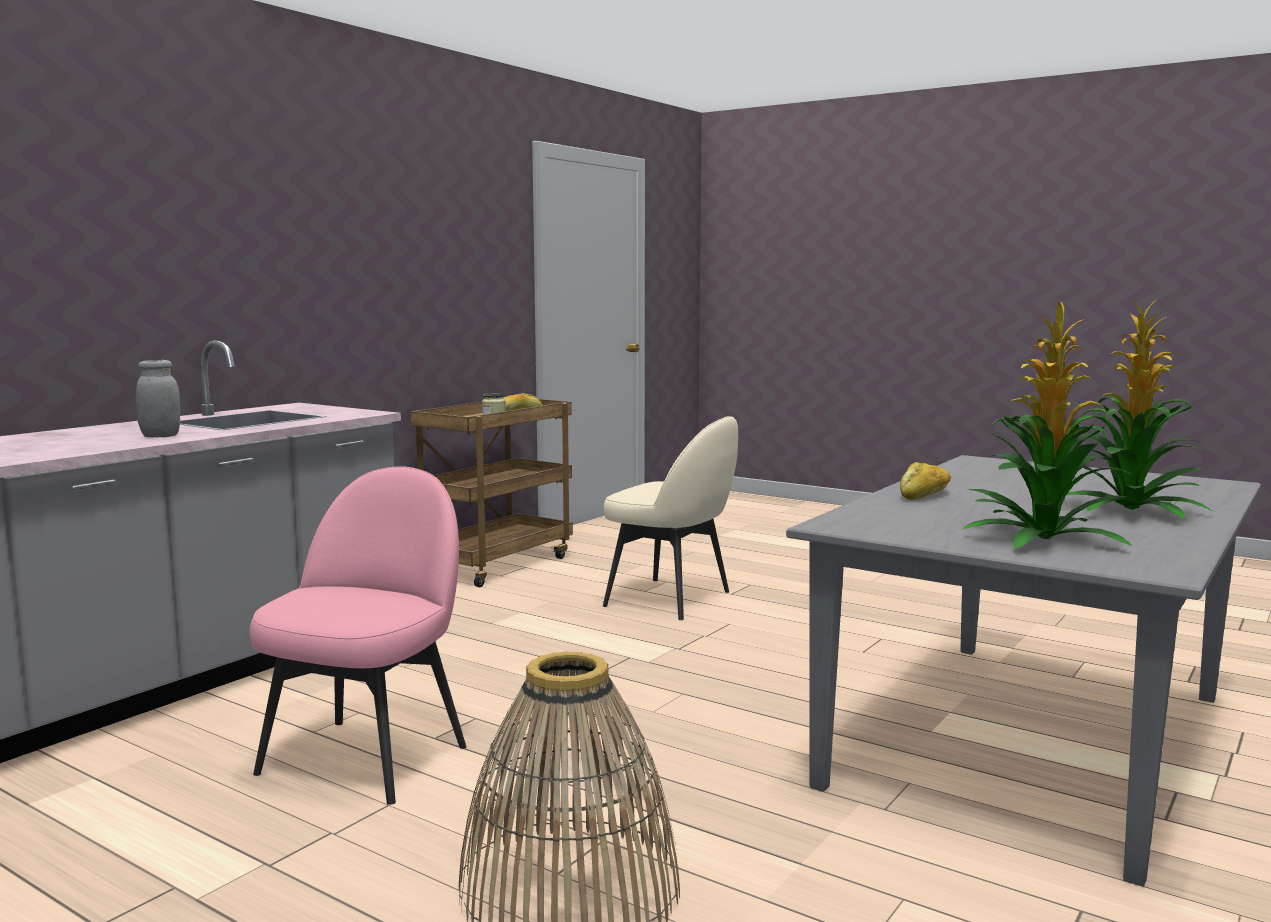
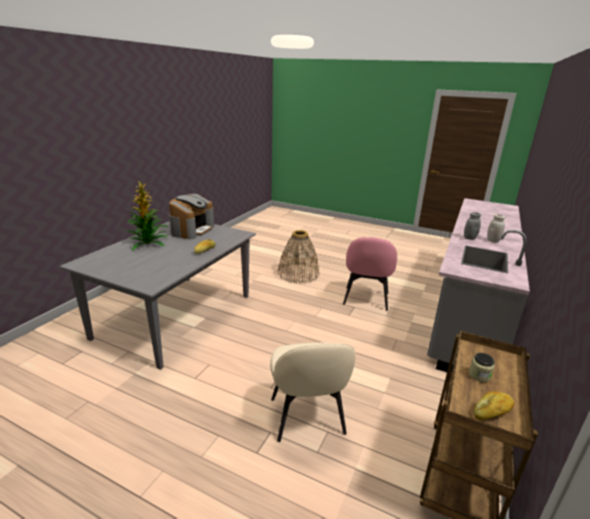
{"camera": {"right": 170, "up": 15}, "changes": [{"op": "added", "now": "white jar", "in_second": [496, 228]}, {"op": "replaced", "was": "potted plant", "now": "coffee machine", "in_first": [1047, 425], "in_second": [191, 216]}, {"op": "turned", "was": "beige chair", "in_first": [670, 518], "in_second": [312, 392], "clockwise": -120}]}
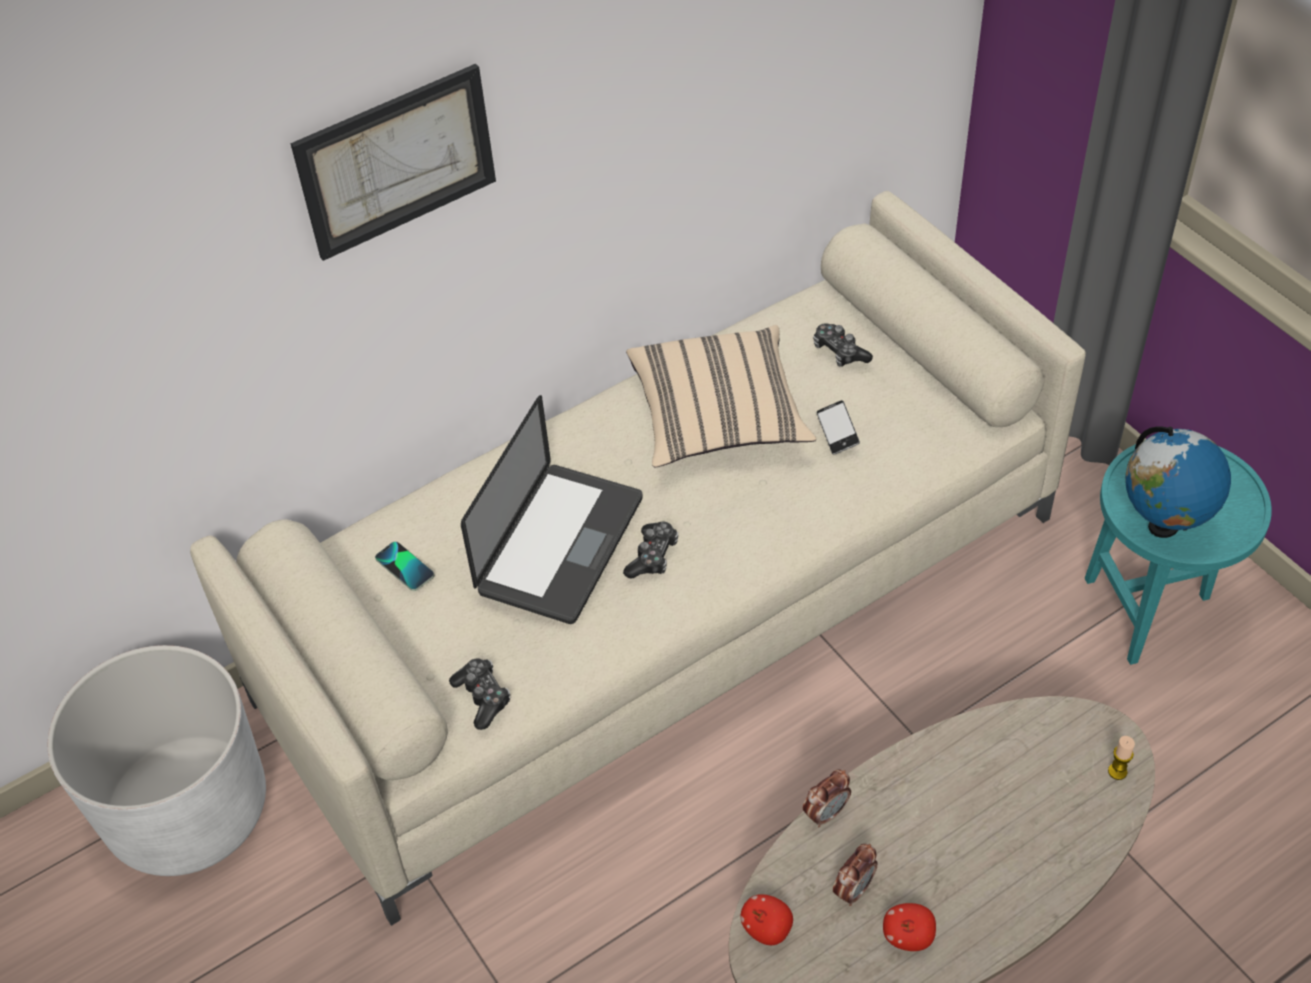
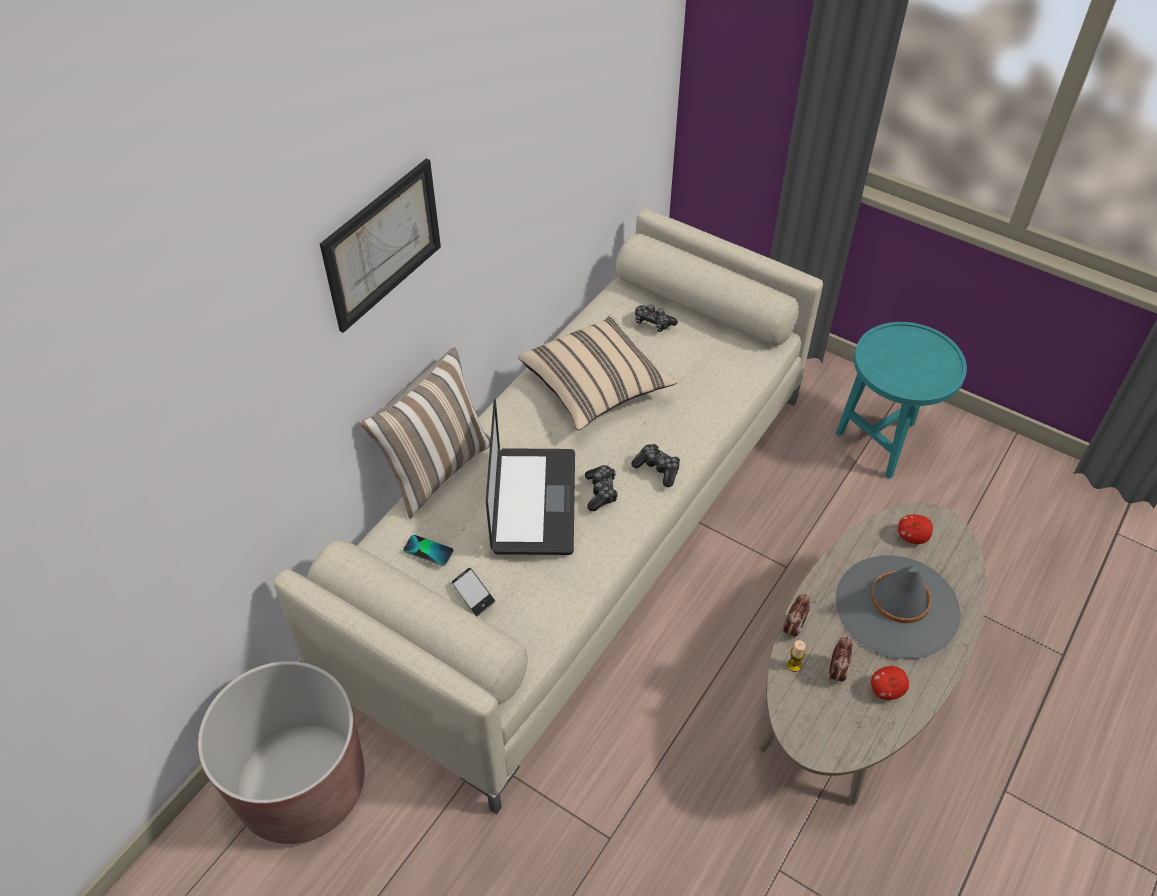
{"camera": {"right": -25, "up": 0}, "changes": [{"op": "removed", "was": "globe", "in_first": [1178, 482]}, {"op": "added", "now": "pillow", "in_second": [426, 433]}, {"op": "added", "now": "grey hat", "in_second": [898, 607]}, {"op": "moved", "was": "game controller", "in_first": [479, 694], "in_second": [655, 465]}, {"op": "moved", "was": "apple", "in_first": [766, 919], "in_second": [915, 529]}, {"op": "moved", "was": "phone", "in_first": [838, 427], "in_second": [473, 592]}, {"op": "moved", "was": "candle", "in_first": [1121, 758], "in_second": [796, 656]}, {"op": "recoloured", "was": "white planter", "now": "brown planter", "in_first": [156, 760], "in_second": [281, 752]}]}
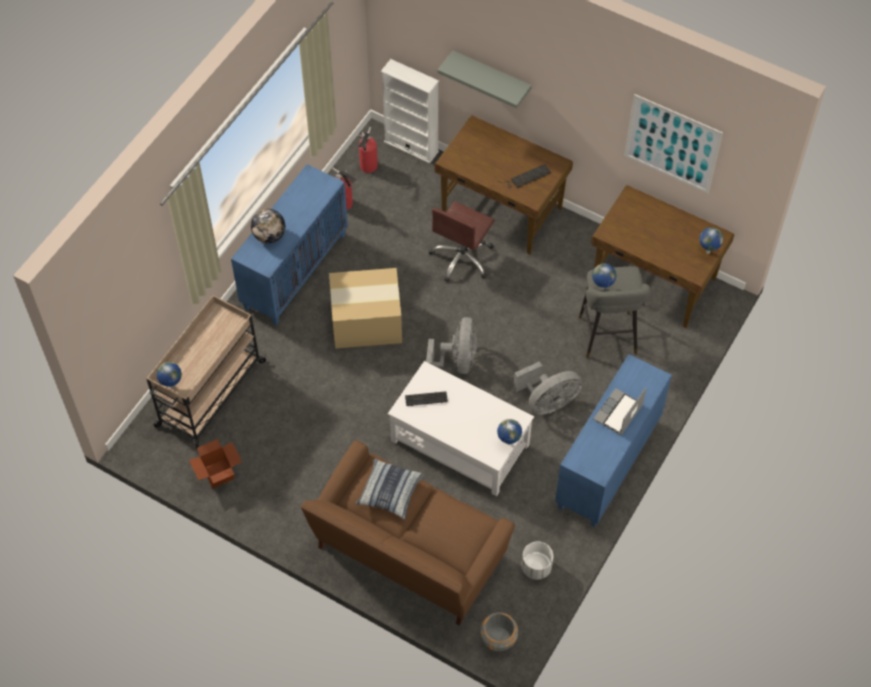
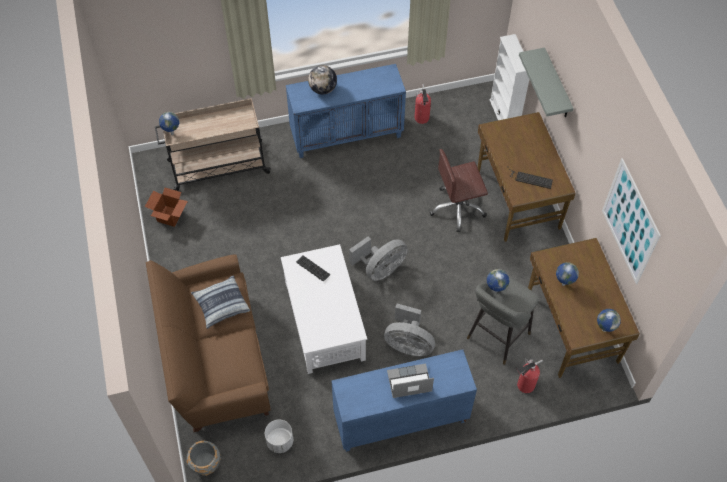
{"camera": {"right": 45, "up": 0}, "changes": [{"op": "removed", "was": "cardboard box", "in_first": [365, 308]}, {"op": "moved", "was": "fire extinguisher", "in_first": [367, 150], "in_second": [529, 376]}, {"op": "moved", "was": "globe", "in_first": [509, 432], "in_second": [567, 274]}]}
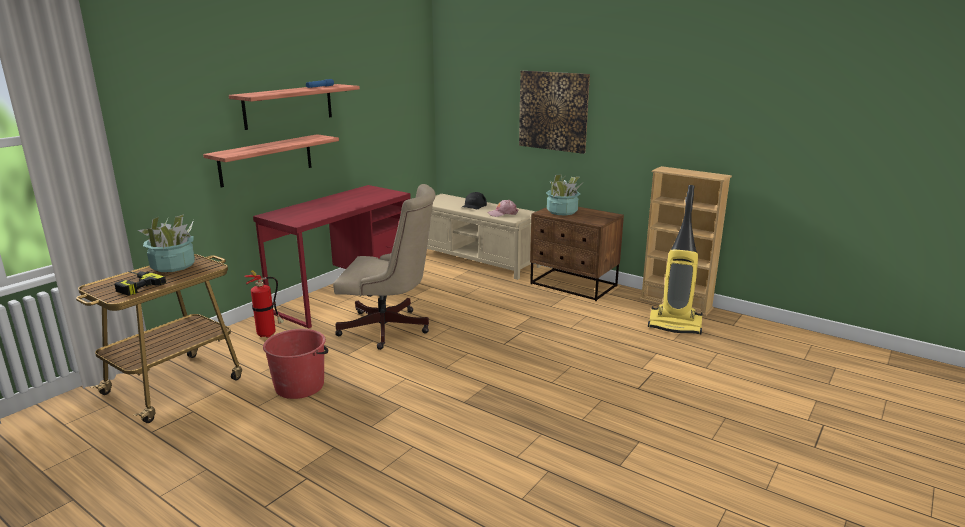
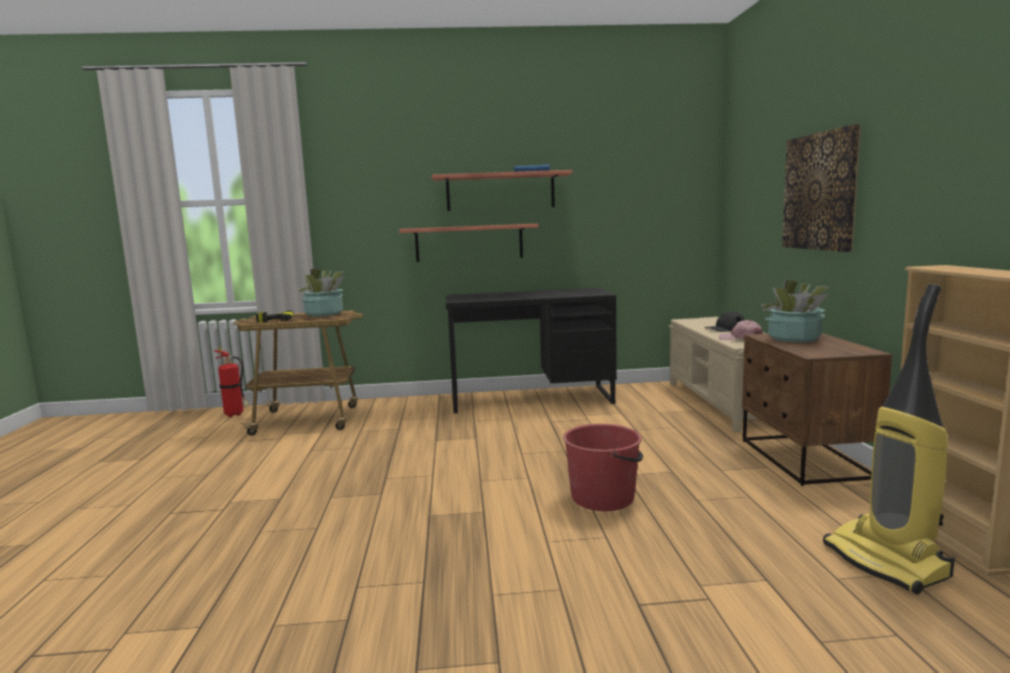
{"camera": {"right": 50, "up": -10}, "changes": [{"op": "removed", "was": "beige office chair", "in_first": [384, 267]}, {"op": "moved", "was": "fire extinguisher", "in_first": [264, 304], "in_second": [232, 381]}, {"op": "moved", "was": "red bucket", "in_first": [295, 364], "in_second": [603, 467]}, {"op": "recoloured", "was": "red desk", "now": "black desk", "in_first": [332, 256], "in_second": [531, 350]}]}
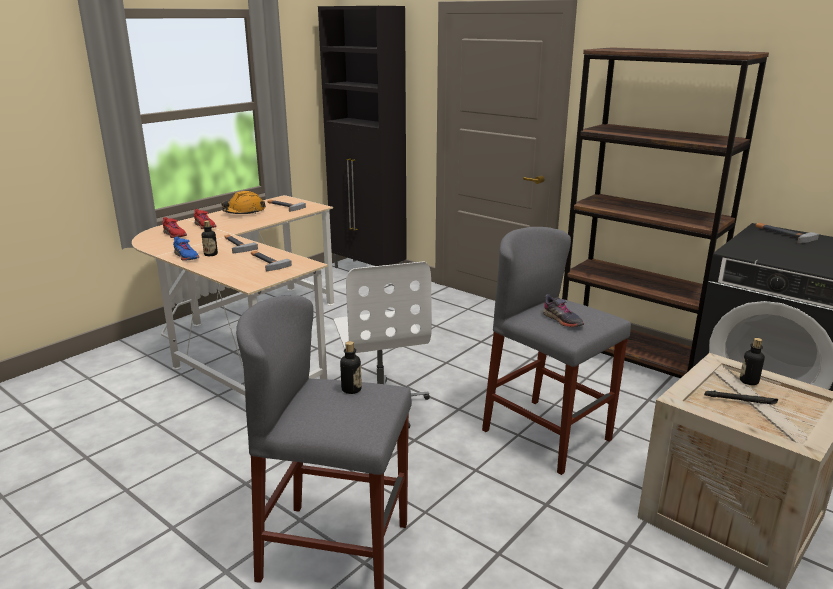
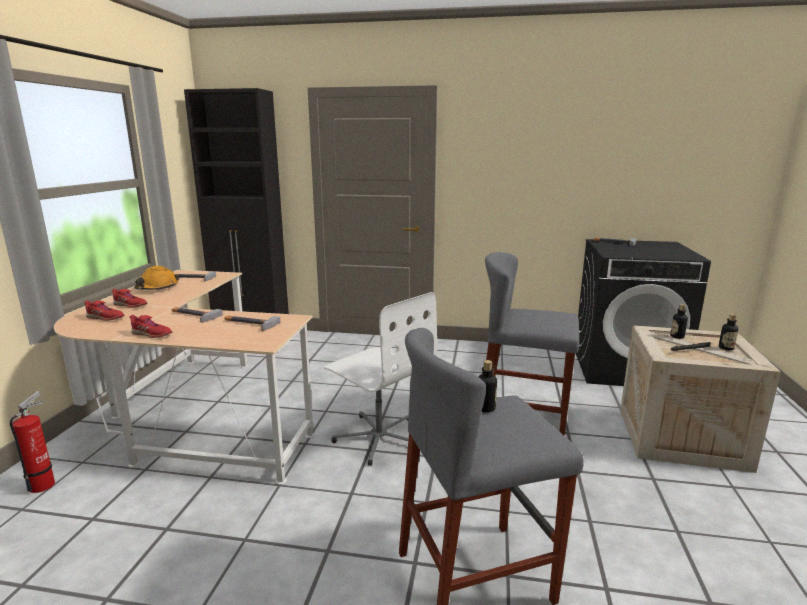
{"camera": {"right": -30, "up": -5}, "changes": [{"op": "removed", "was": "grey shoe", "in_first": [563, 310]}, {"op": "removed", "was": "brown bookcase", "in_first": [665, 212]}, {"op": "added", "now": "fire extinguisher", "in_second": [32, 442]}, {"op": "moved", "was": "bottle", "in_first": [210, 238], "in_second": [728, 332]}, {"op": "recoloured", "was": "blue shoe", "now": "red shoe", "in_first": [186, 249], "in_second": [151, 326]}]}
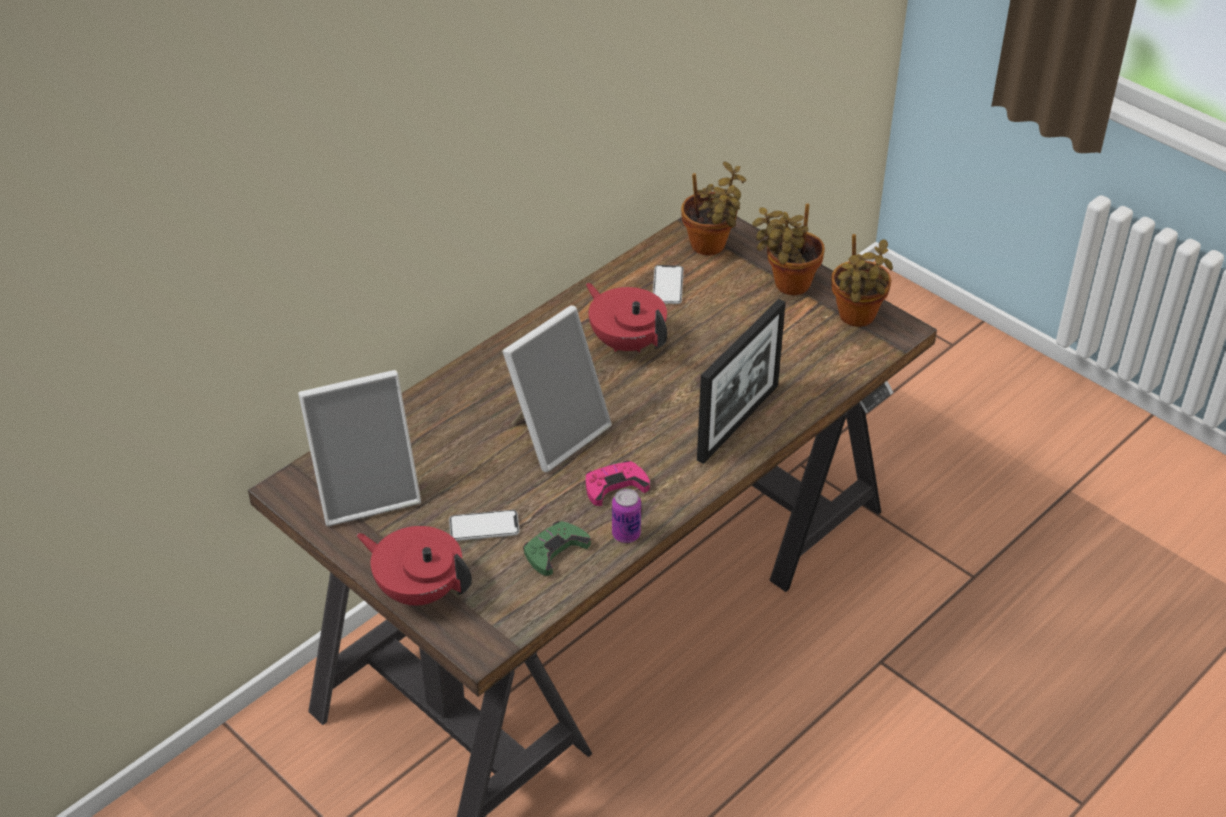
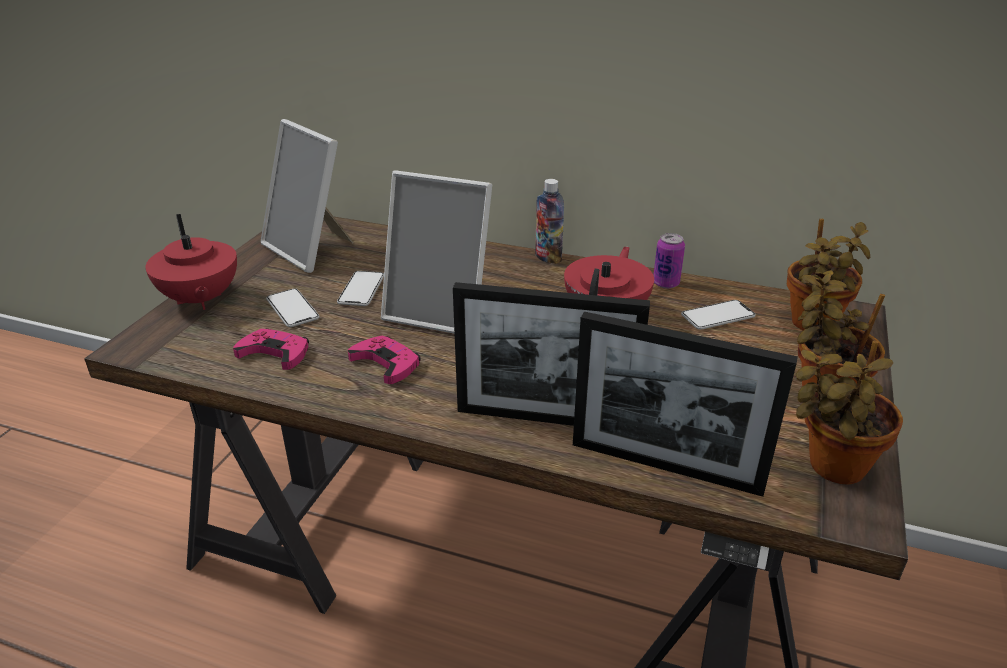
{"camera": {"right": 65, "up": -10}, "changes": [{"op": "added", "now": "phone", "in_second": [360, 288]}, {"op": "added", "now": "bottle", "in_second": [549, 221]}, {"op": "added", "now": "picture frame", "in_second": [685, 404]}, {"op": "moved", "was": "can", "in_first": [626, 516], "in_second": [669, 261]}, {"op": "recoloured", "was": "green game controller", "now": "pink game controller", "in_first": [557, 548], "in_second": [271, 349]}, {"op": "turned", "was": "red teapot", "in_first": [414, 566], "in_second": [191, 262], "clockwise": 150}]}
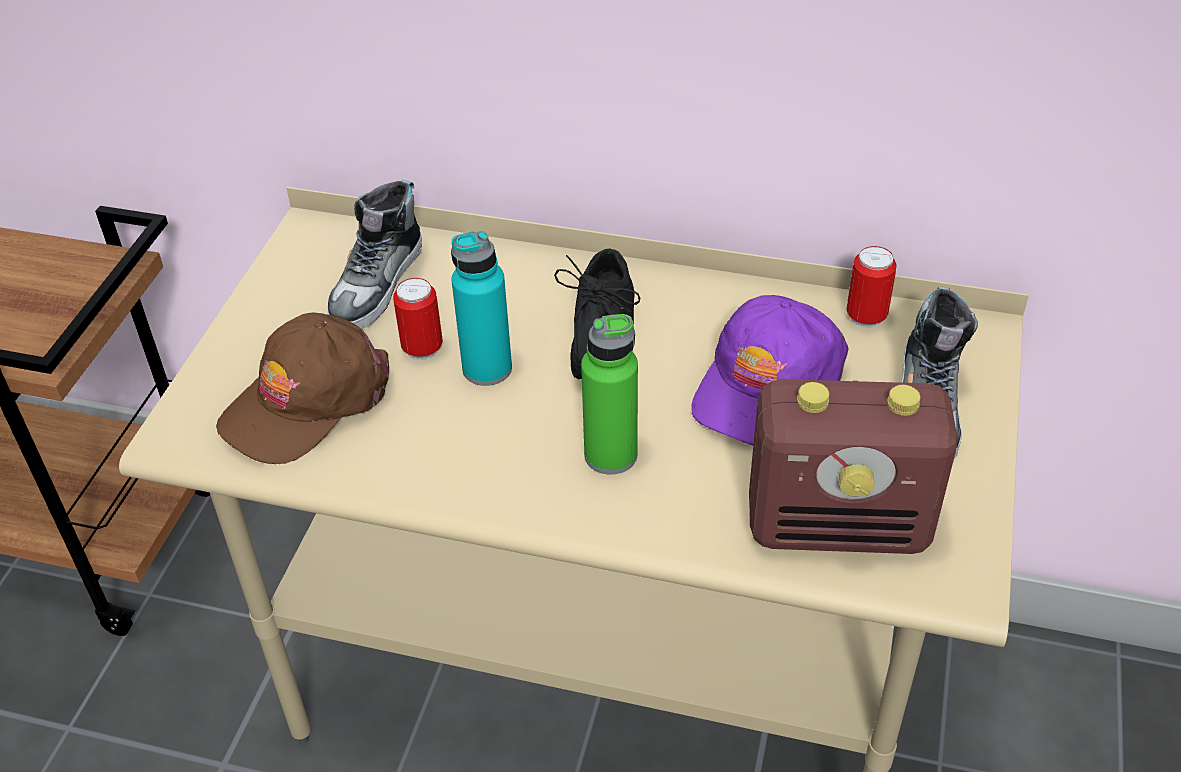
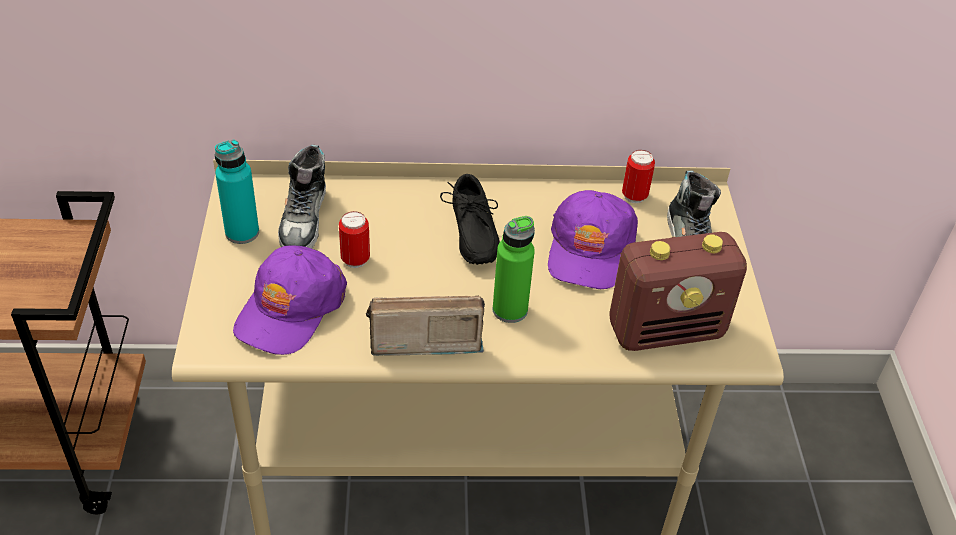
{"camera": {"right": -20, "up": 0}, "changes": [{"op": "added", "now": "radio", "in_second": [425, 326]}, {"op": "moved", "was": "turquoise bottle", "in_first": [481, 308], "in_second": [237, 192]}, {"op": "recoloured", "was": "brown cap", "now": "purple cap", "in_first": [302, 388], "in_second": [290, 300]}]}
